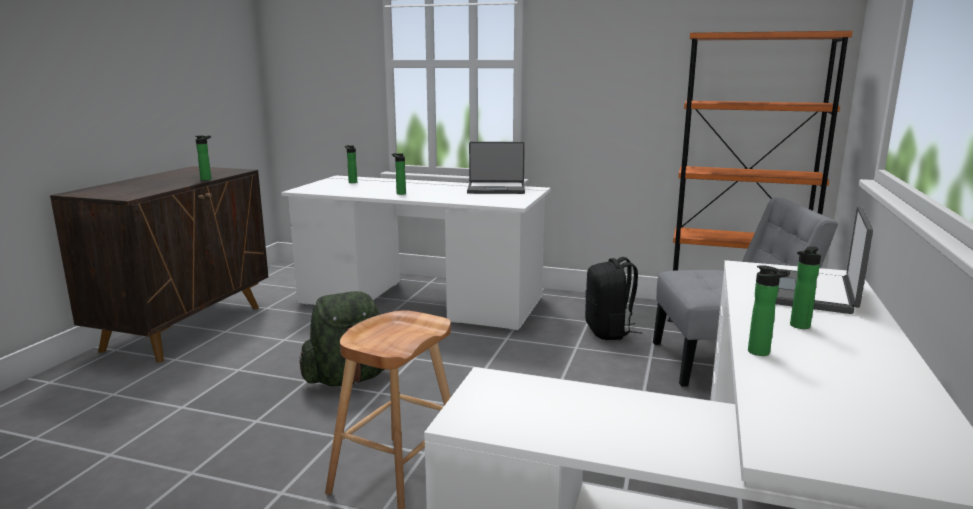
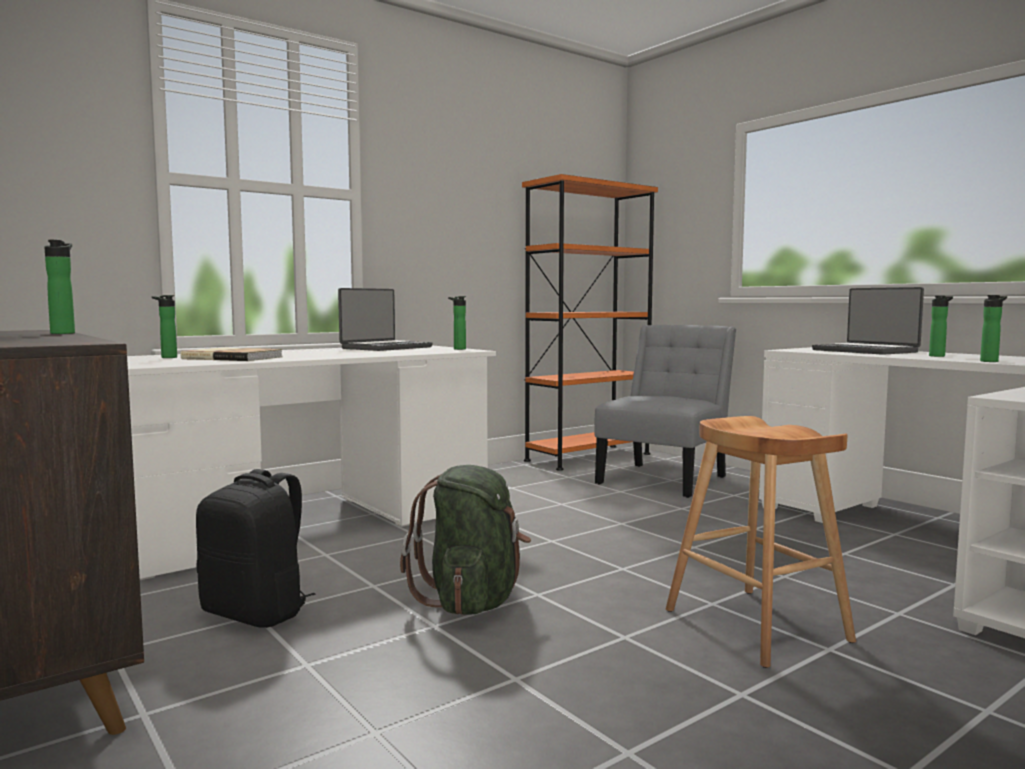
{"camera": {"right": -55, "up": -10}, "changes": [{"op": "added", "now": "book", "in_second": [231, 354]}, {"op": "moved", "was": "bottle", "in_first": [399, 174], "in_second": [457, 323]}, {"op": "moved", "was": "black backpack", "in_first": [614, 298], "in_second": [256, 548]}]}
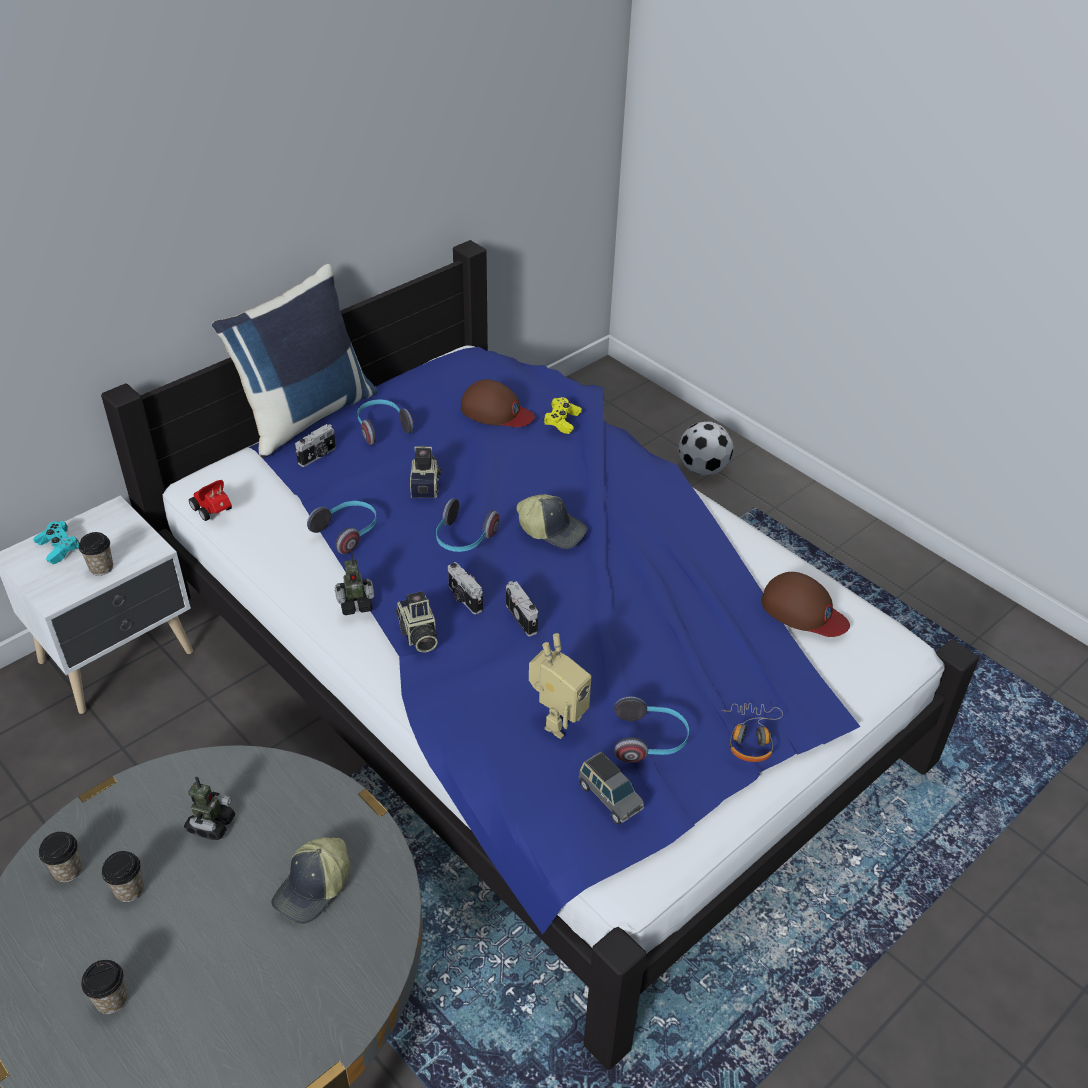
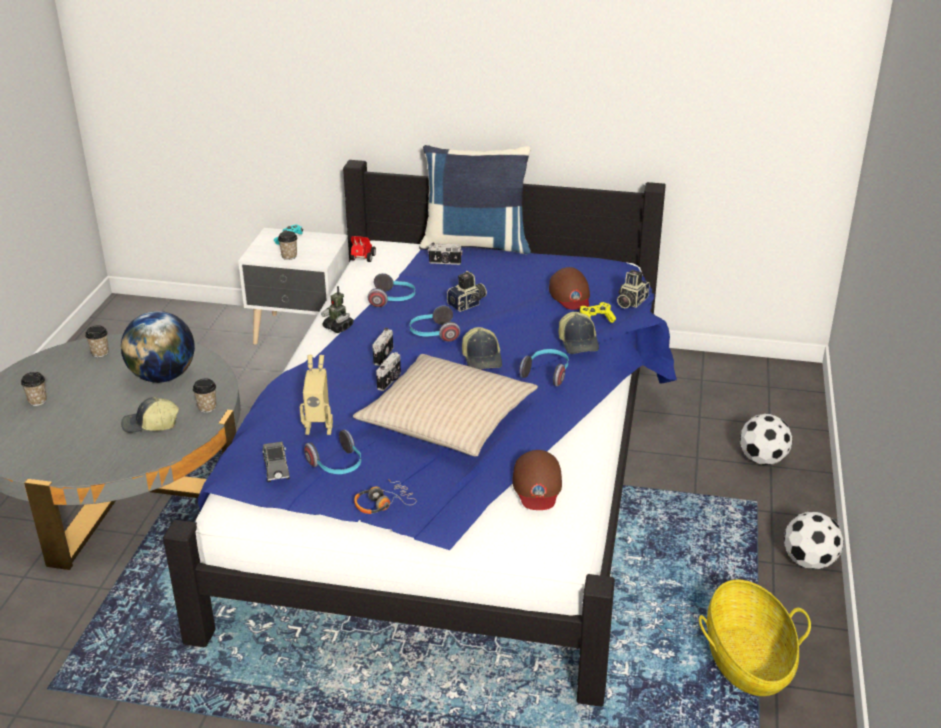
{"camera": {"right": 55, "up": -10}, "changes": [{"op": "added", "now": "beige pillow", "in_second": [445, 405]}, {"op": "added", "now": "cap", "in_second": [579, 333]}, {"op": "added", "now": "basket", "in_second": [755, 638]}, {"op": "added", "now": "football", "in_second": [814, 540]}, {"op": "moved", "was": "cup", "in_first": [123, 876], "in_second": [204, 395]}, {"op": "moved", "was": "headphones", "in_first": [385, 422], "in_second": [544, 367]}, {"op": "moved", "was": "photo camera", "in_first": [416, 622], "in_second": [633, 289]}, {"op": "replaced", "was": "toy robot", "now": "globe", "in_first": [209, 808], "in_second": [158, 347]}, {"op": "turned", "was": "grey toy car", "in_first": [611, 788], "in_second": [276, 462], "clockwise": 150}]}
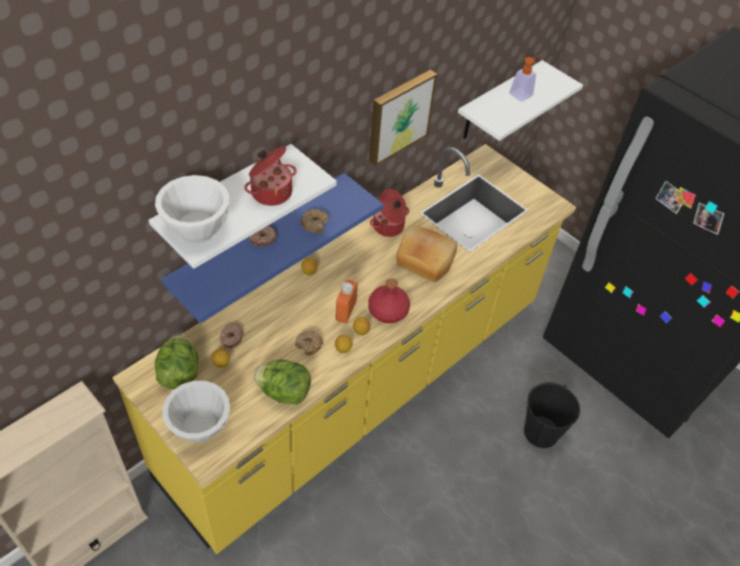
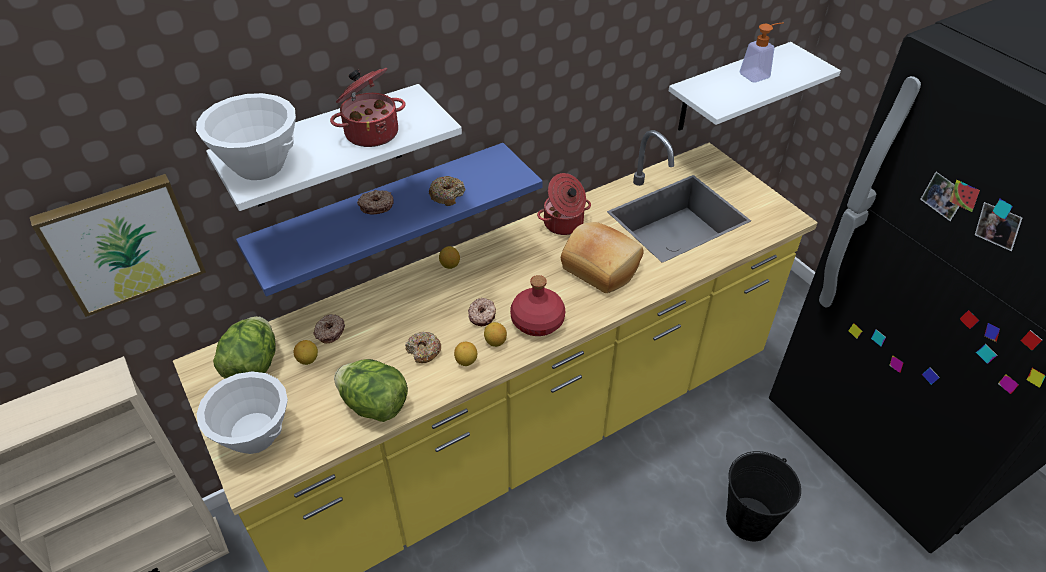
{"camera": {"right": 15, "up": -5}, "changes": [{"op": "moved", "was": "picture", "in_first": [403, 118], "in_second": [117, 245]}, {"op": "replaced", "was": "orange bottle", "now": "donut", "in_first": [346, 301], "in_second": [482, 312]}]}
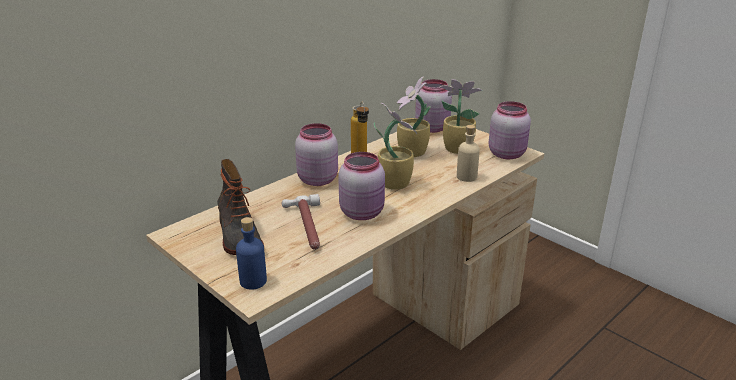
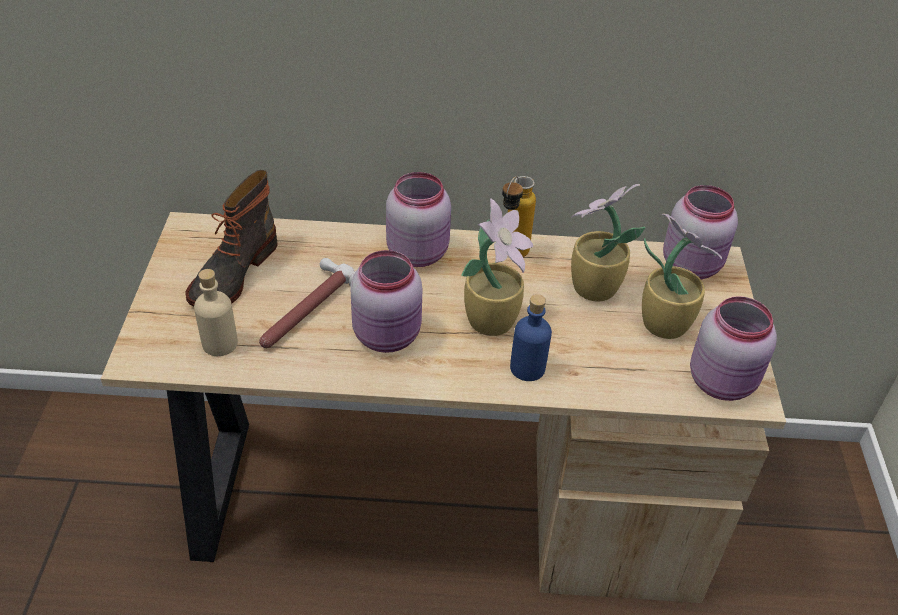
{"camera": {"right": 45, "up": 15}, "changes": [{"op": "moved", "was": "blue bottle", "in_first": [251, 253], "in_second": [531, 337]}, {"op": "moved", "was": "beige bottle", "in_first": [468, 153], "in_second": [216, 312]}]}
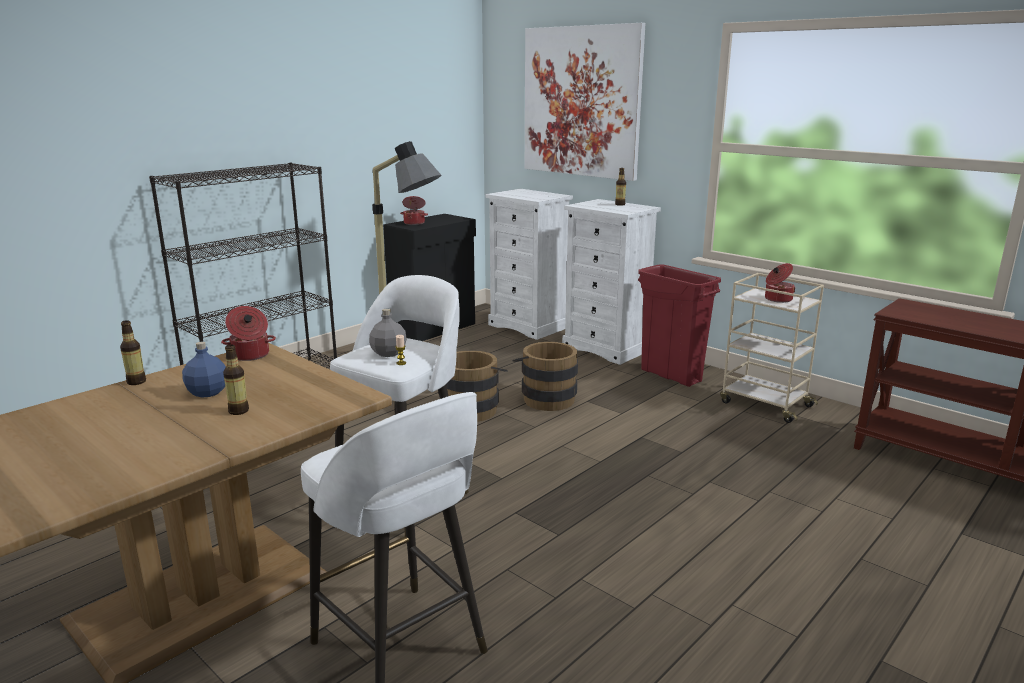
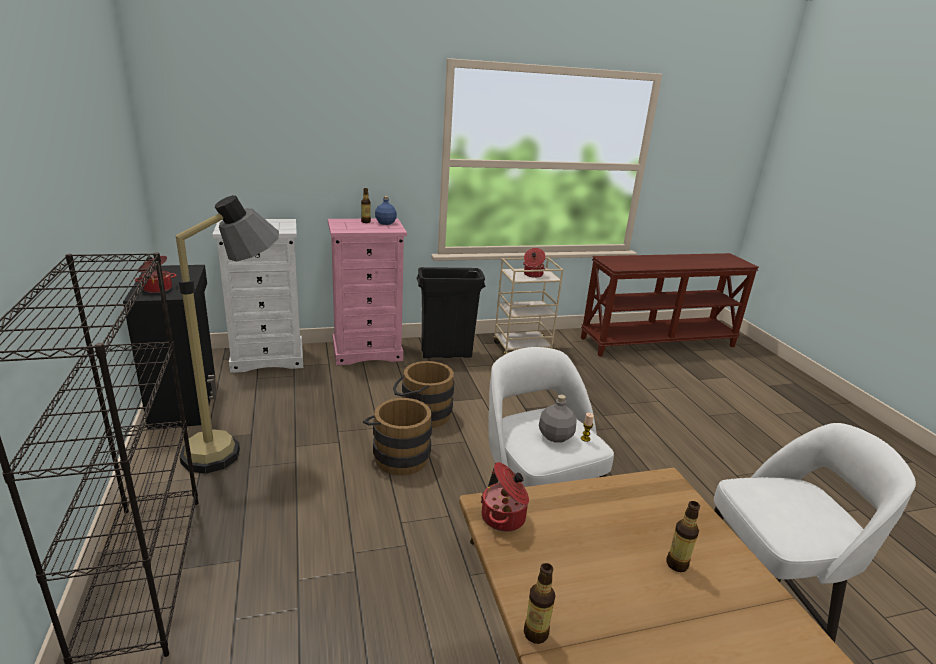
{"camera": {"right": -60, "up": 5}, "changes": [{"op": "removed", "was": "picture", "in_first": [585, 102]}, {"op": "moved", "was": "blue bottle", "in_first": [204, 369], "in_second": [386, 210]}, {"op": "recoloured", "was": "white dresser", "now": "pink dresser", "in_first": [611, 282], "in_second": [367, 292]}, {"op": "recoloured", "was": "red trash can", "now": "black trash can", "in_first": [679, 326], "in_second": [451, 312]}]}
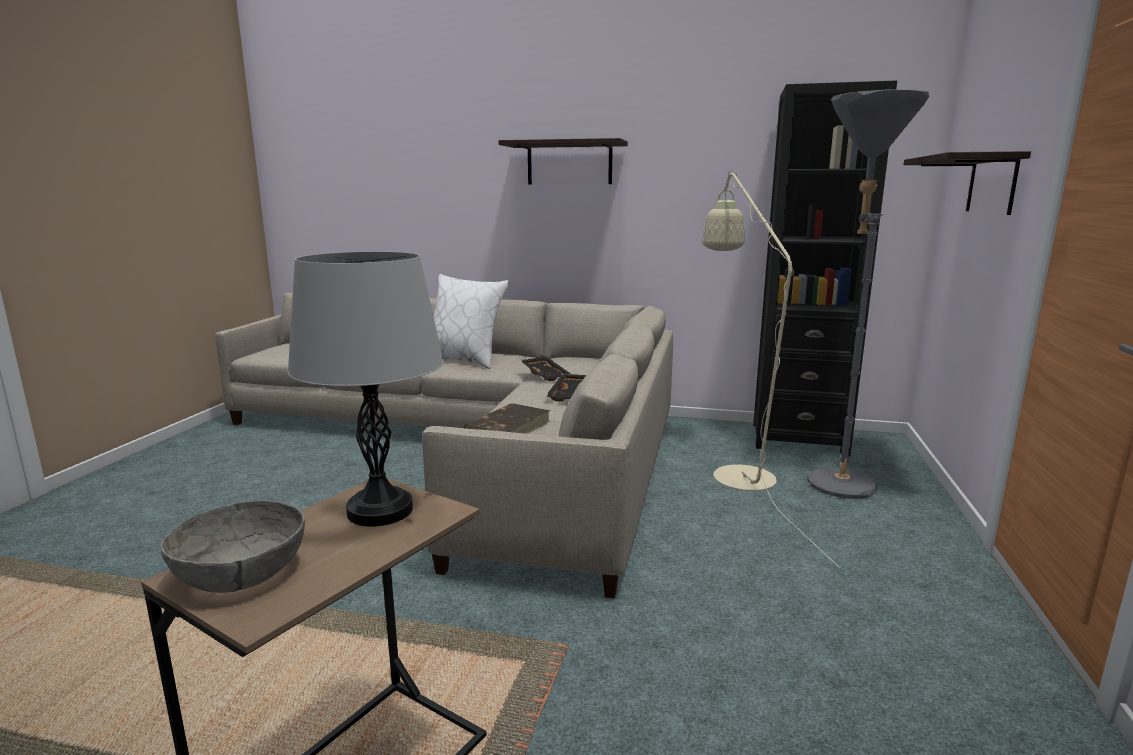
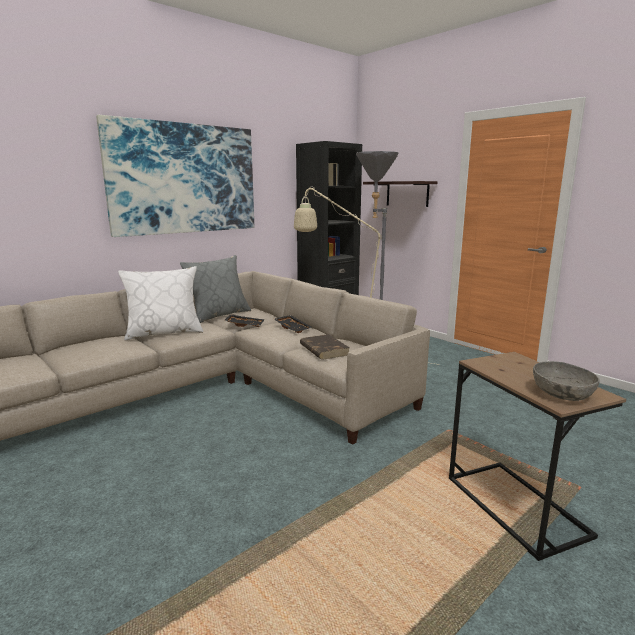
{"camera": {"right": -55, "up": 0}, "changes": [{"op": "removed", "was": "grey table lamp", "in_first": [366, 389]}, {"op": "added", "now": "grey pillow", "in_second": [215, 289]}, {"op": "replaced", "was": "shelf", "now": "picture", "in_first": [563, 161], "in_second": [175, 176]}]}
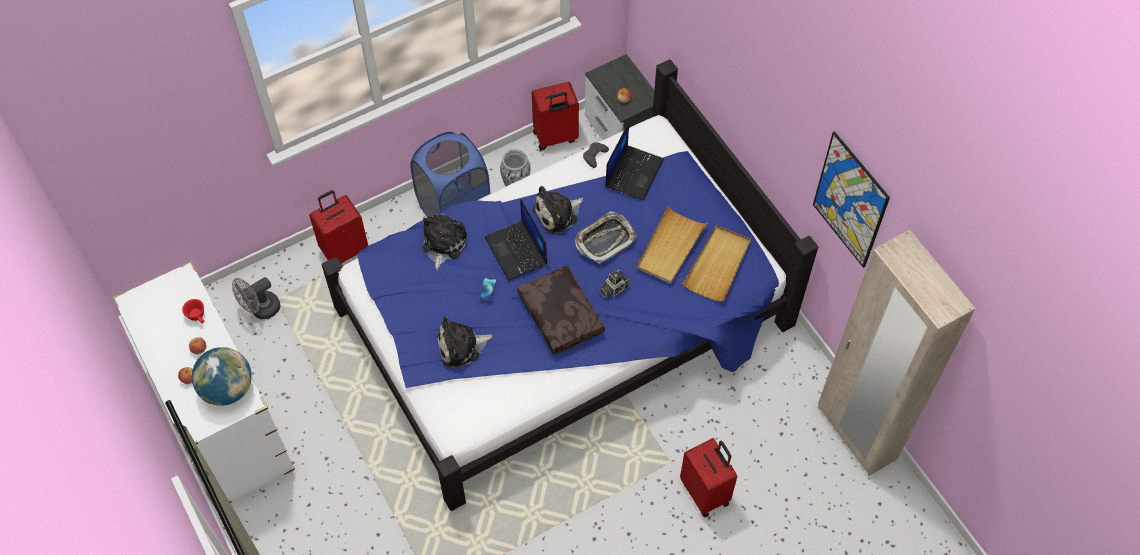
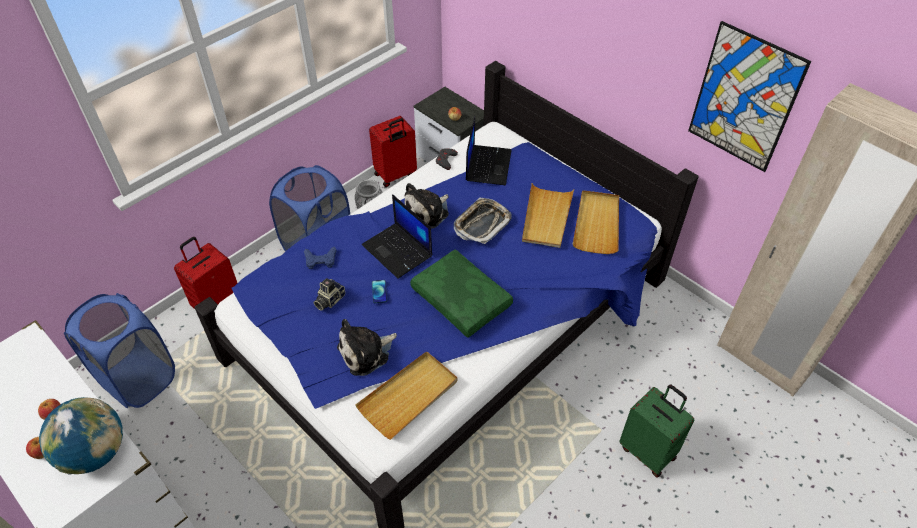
{"camera": {"right": -15, "up": -10}, "changes": [{"op": "removed", "was": "red cup", "in_first": [193, 311]}, {"op": "added", "now": "beige tray", "in_second": [406, 395]}, {"op": "moved", "was": "photo camera", "in_first": [615, 284], "in_second": [329, 294]}, {"op": "replaced", "was": "grey fan", "now": "blue laundry basket", "in_first": [256, 298], "in_second": [119, 350]}, {"op": "replaced", "was": "plush toy", "now": "blue game controller", "in_first": [444, 242], "in_second": [320, 257]}, {"op": "recoloured", "was": "brown pillow", "now": "green pillow", "in_first": [561, 310], "in_second": [461, 294]}, {"op": "recoloured", "was": "red suitcase", "now": "green suitcase", "in_first": [708, 477], "in_second": [657, 431]}]}
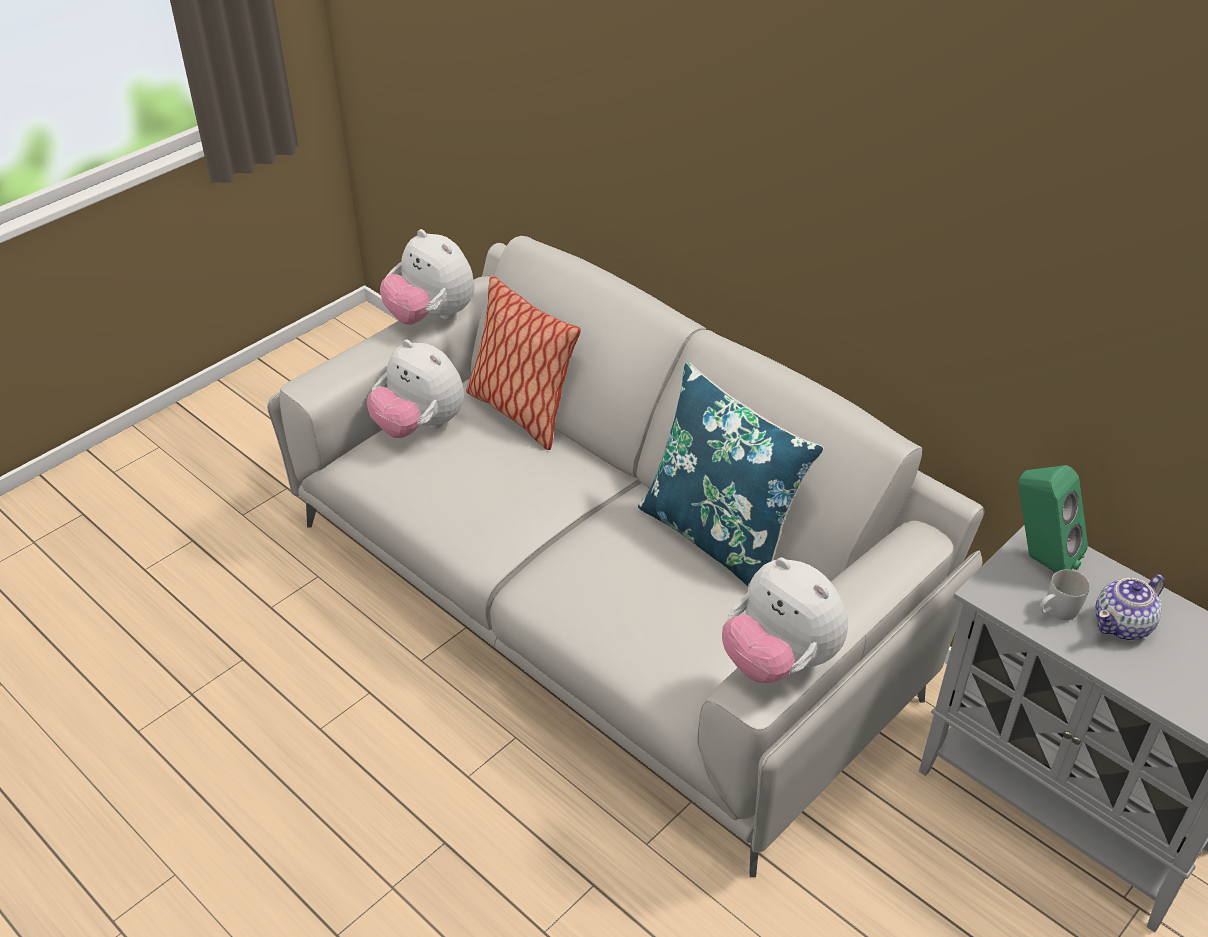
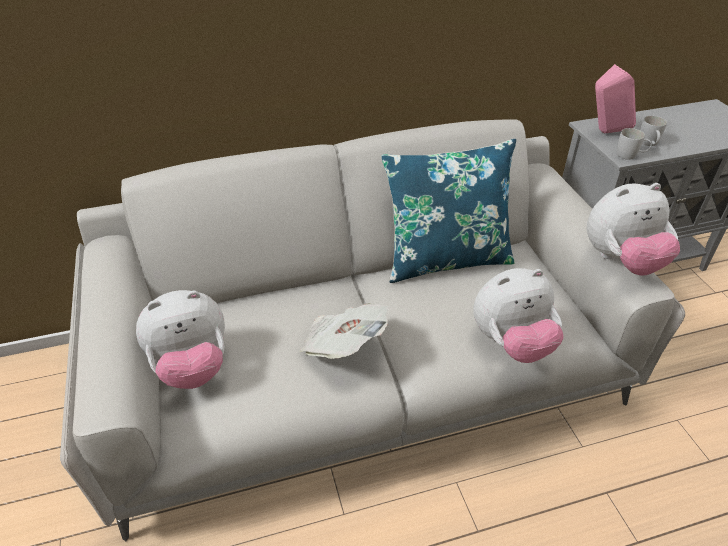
{"camera": {"right": -60, "up": 0}, "changes": [{"op": "removed", "was": "pillow", "in_first": [523, 362]}, {"op": "removed", "was": "teapot", "in_first": [1130, 607]}, {"op": "added", "now": "newspaper", "in_second": [344, 331]}, {"op": "added", "now": "white mug", "in_second": [634, 144]}, {"op": "moved", "was": "plush toy", "in_first": [427, 277], "in_second": [518, 315]}, {"op": "recoloured", "was": "green speaker", "now": "pink speaker", "in_first": [1053, 519], "in_second": [615, 99]}]}
